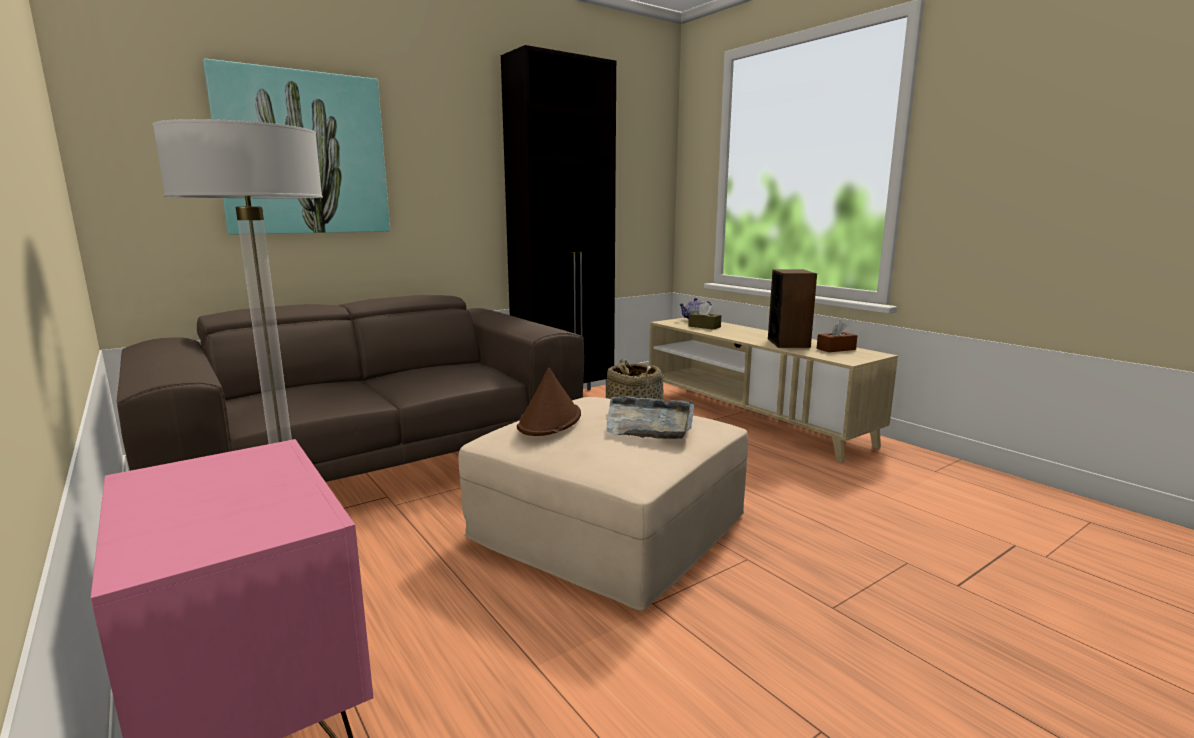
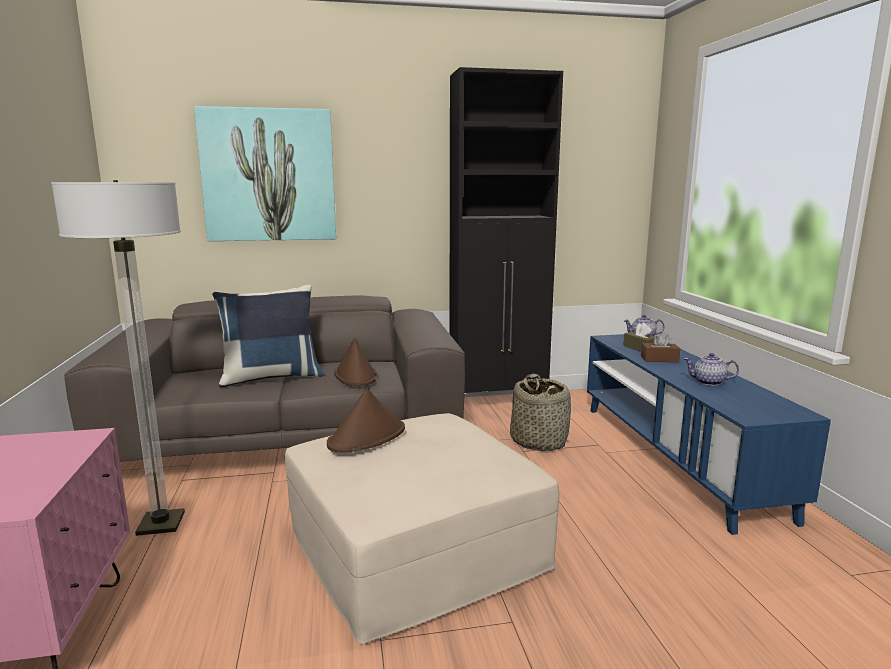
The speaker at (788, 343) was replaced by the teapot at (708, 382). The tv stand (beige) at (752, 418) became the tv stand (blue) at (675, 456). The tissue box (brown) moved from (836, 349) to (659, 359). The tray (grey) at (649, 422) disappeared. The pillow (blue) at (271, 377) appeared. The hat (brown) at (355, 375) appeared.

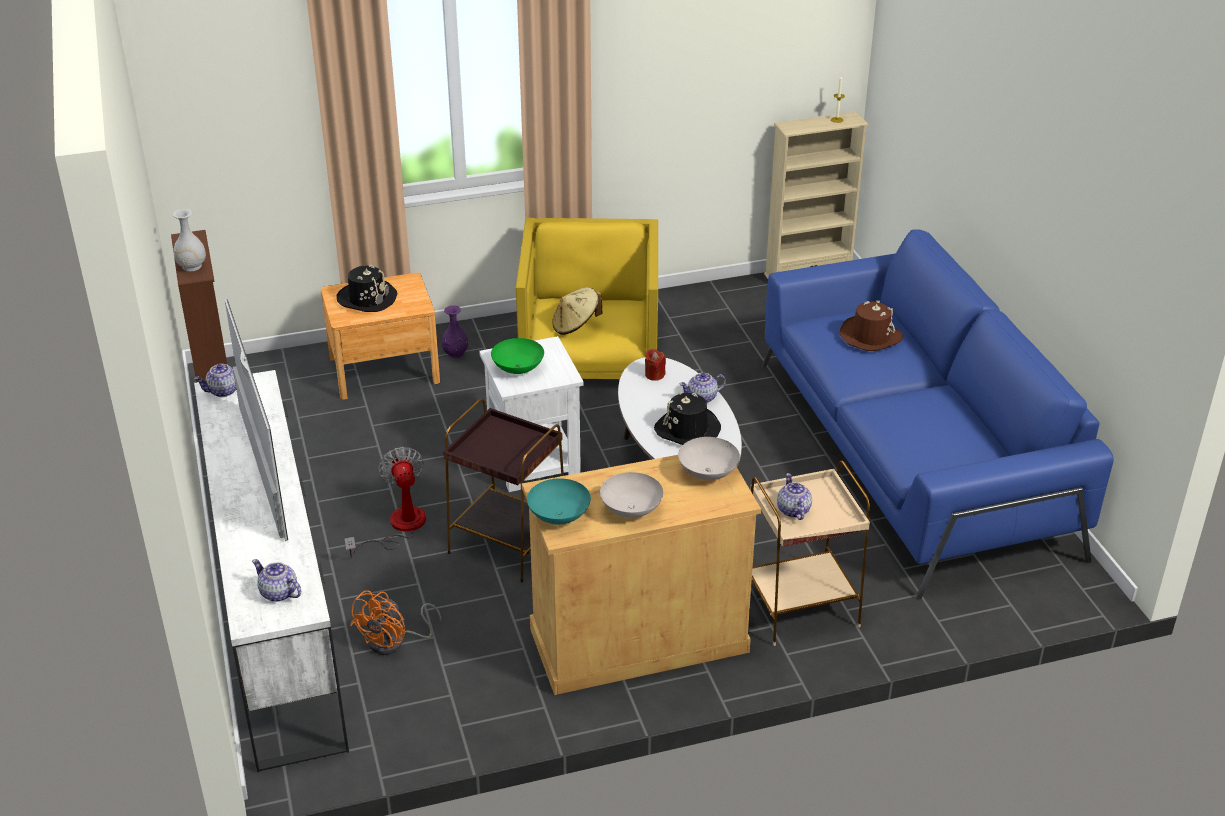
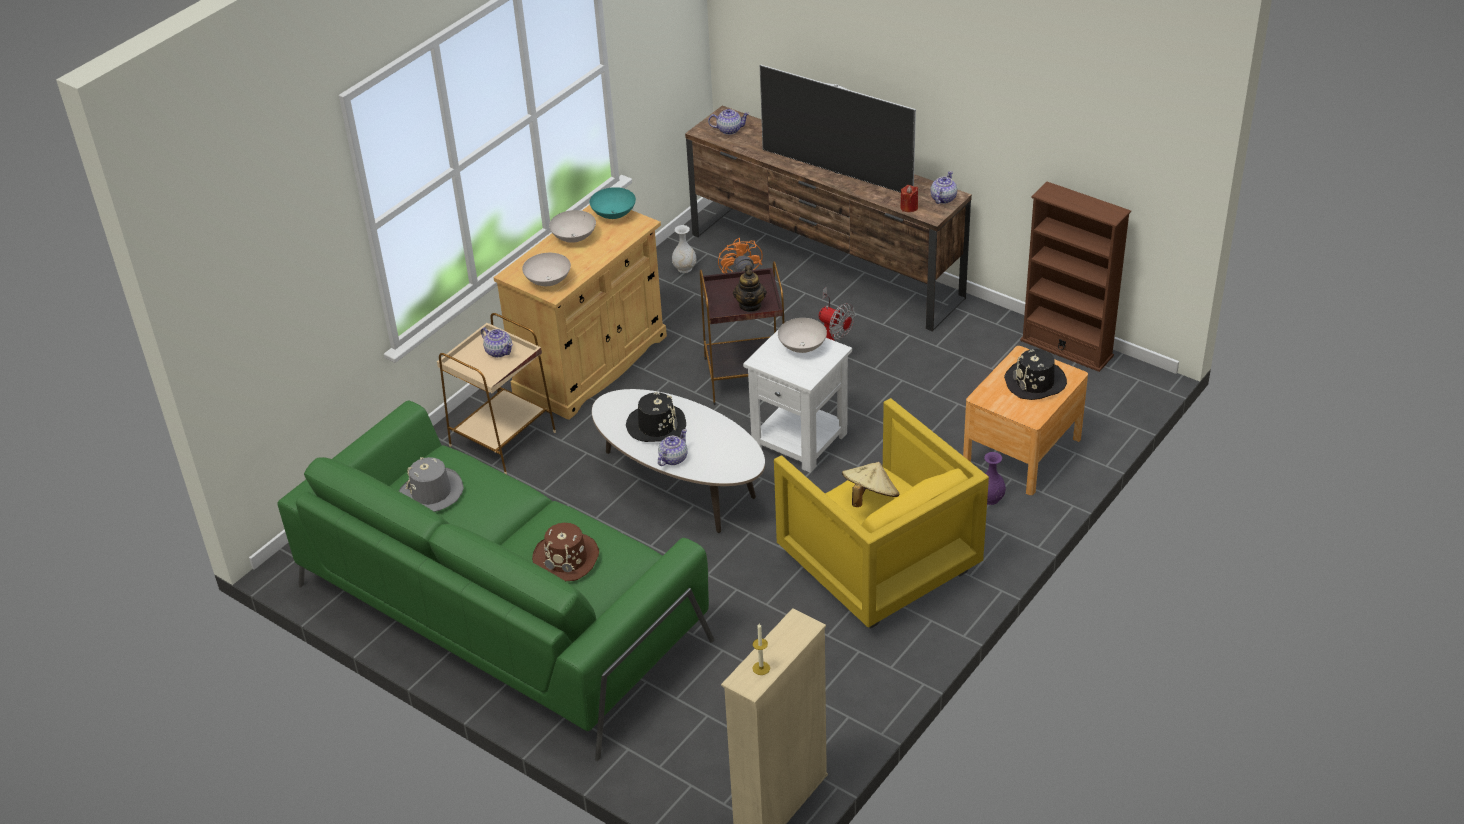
The vase (white) moved from (191, 266) to (685, 268). The sofa (blue) at (912, 456) became the sofa (green) at (502, 612). The bowl (green) at (519, 369) became the bowl (white) at (801, 347). The candle (red) moved from (654, 375) to (909, 207). The tv stand (white) at (278, 617) became the tv stand (brown) at (826, 266). The teapot at (750, 305) appeared. The hat (grey) at (431, 492) appeared.

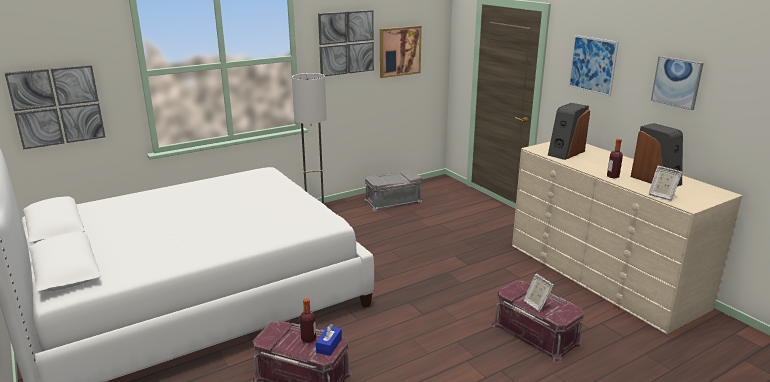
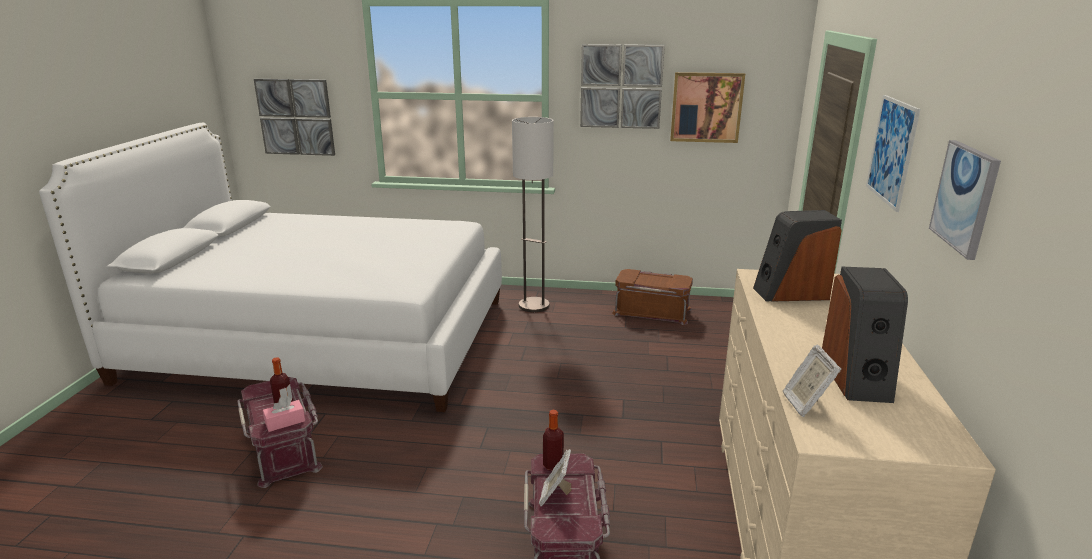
The bottle moved from (612, 176) to (553, 465). The storage box (grey) at (393, 201) became the storage box (brown) at (652, 311). The tissue box (blue) at (329, 345) became the tissue box (pink) at (285, 422).

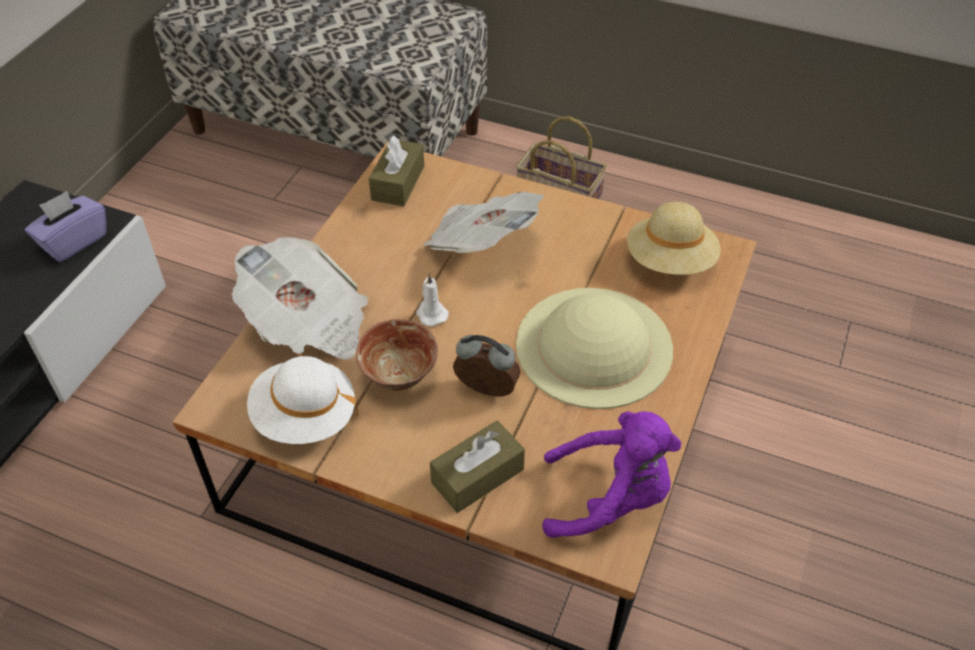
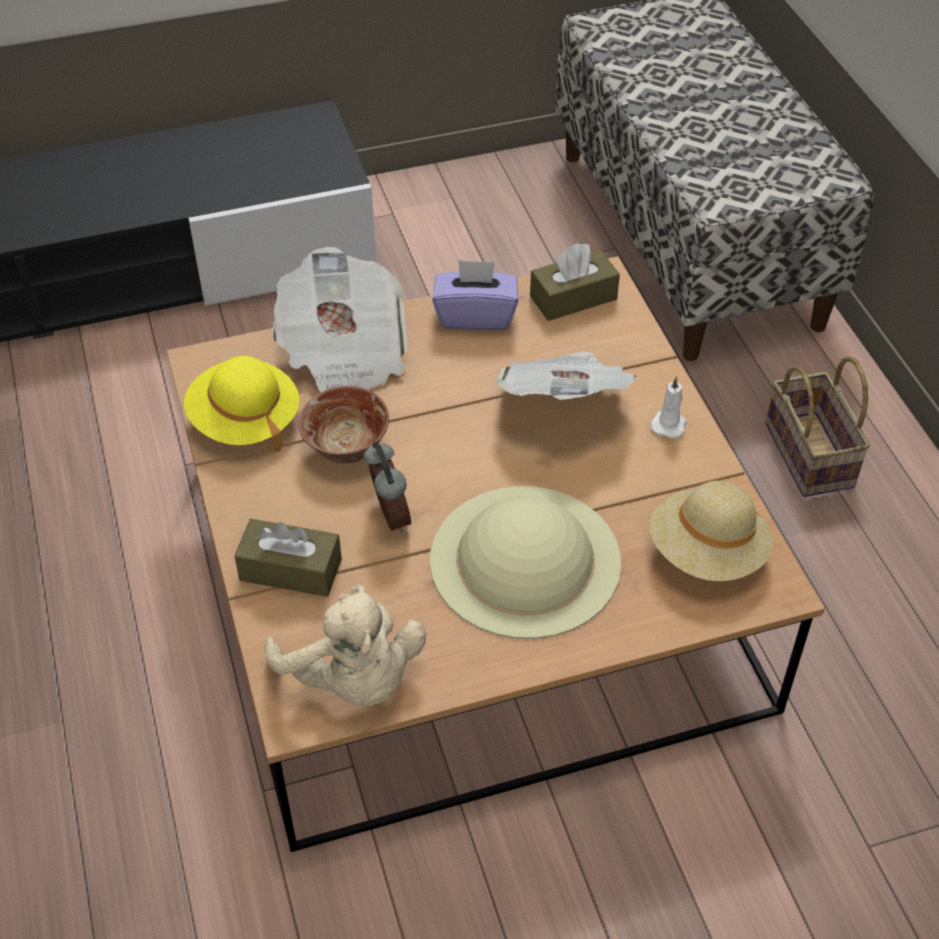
The tissue box (purple) moved from (73, 241) to (475, 316). The candle (white) moved from (431, 314) to (669, 424). The hat (white) at (304, 417) became the hat (yellow) at (244, 421). The plush toy (purple) at (609, 499) became the plush toy (beige) at (353, 679).

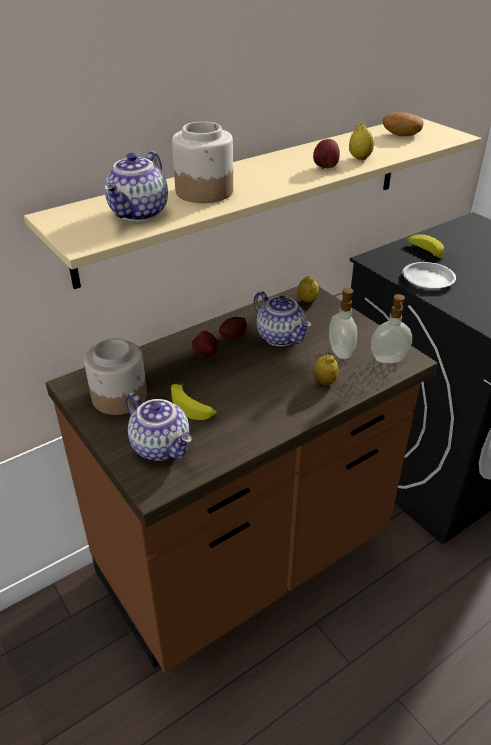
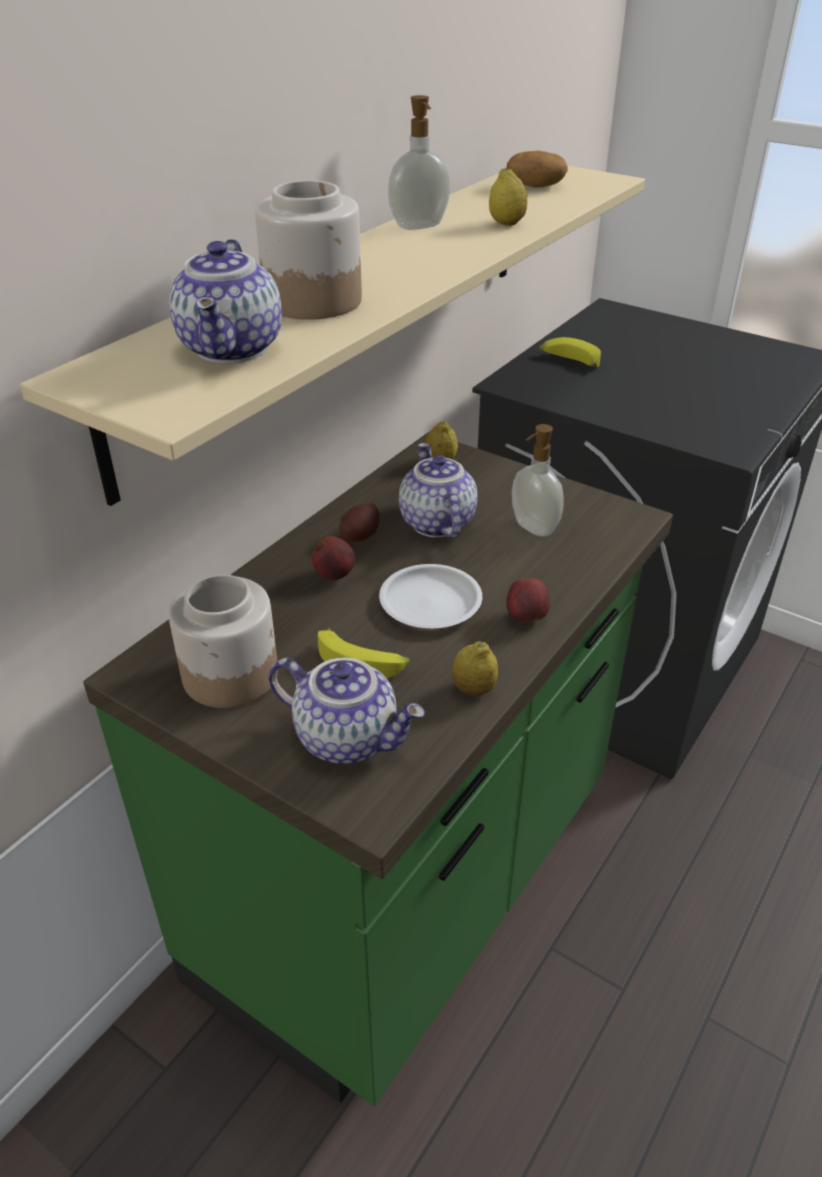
The apple moved from (325, 167) to (526, 618). The plate (white) moved from (428, 279) to (431, 602). The counter (brown) at (245, 560) became the counter (green) at (411, 887). The teapot at (281, 337) turned 135 degrees counterclockwise. The soap dispenser moved from (388, 360) to (419, 227). The lemon moved from (324, 382) to (473, 689).

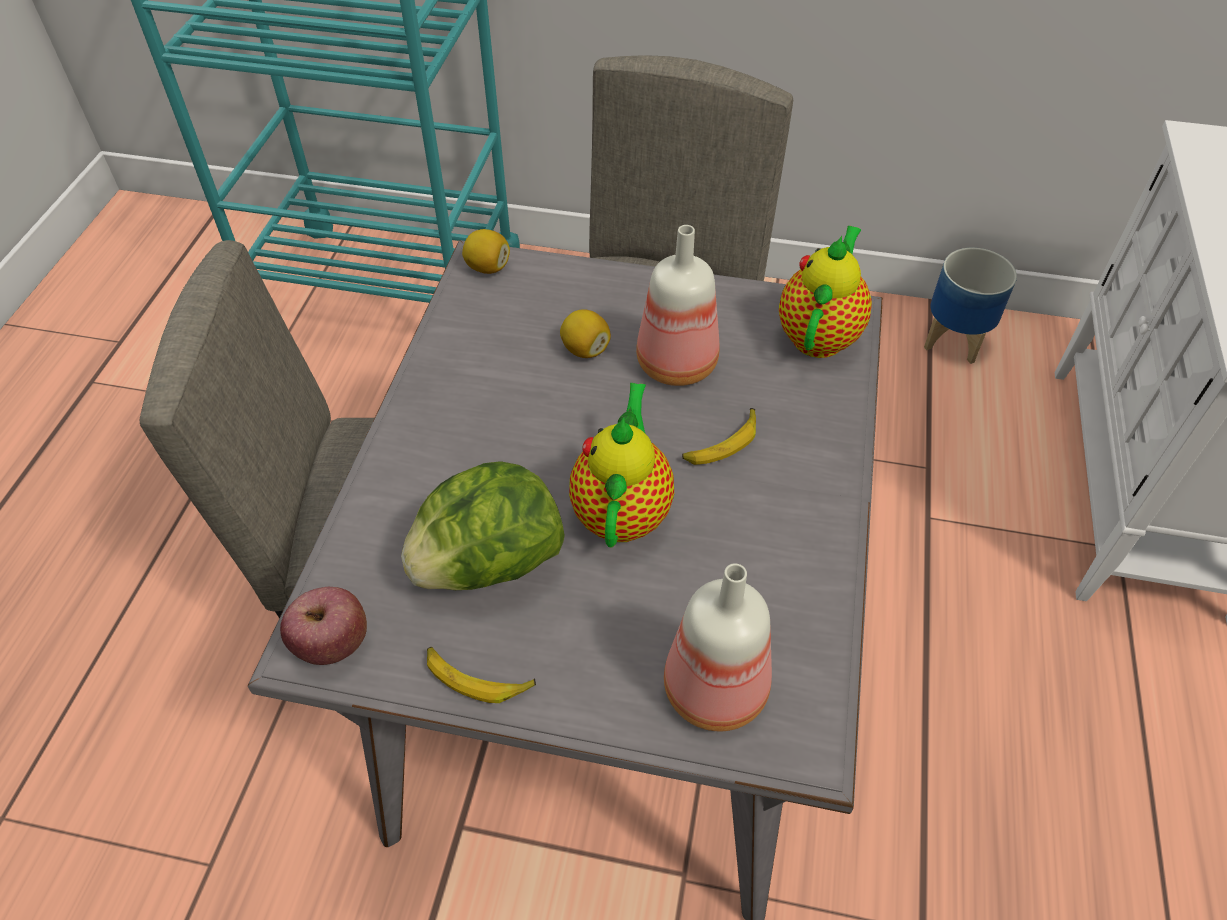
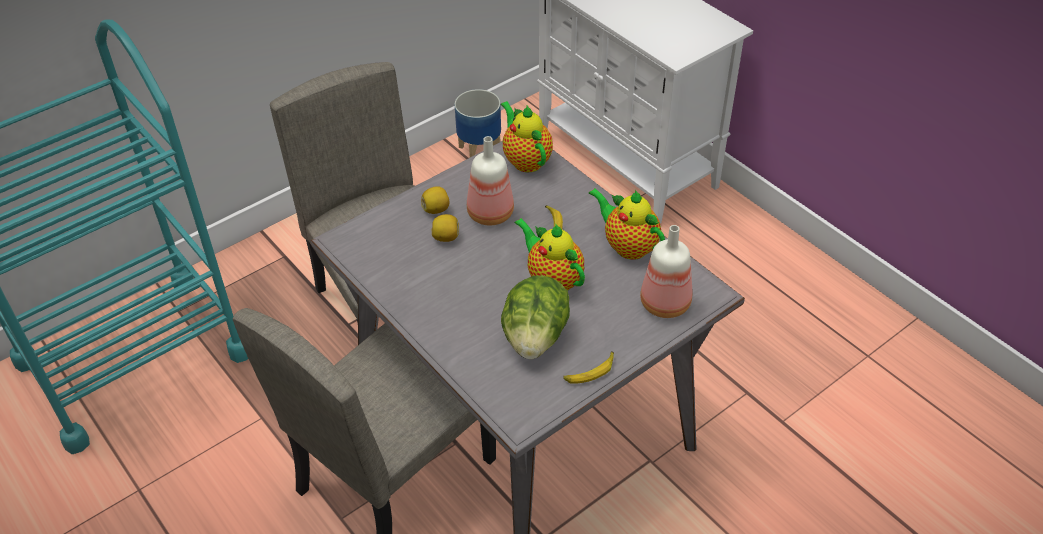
The lemon moved from (487, 267) to (436, 209). The apple at (333, 644) disappeared. The teapot at (627, 246) appeared.

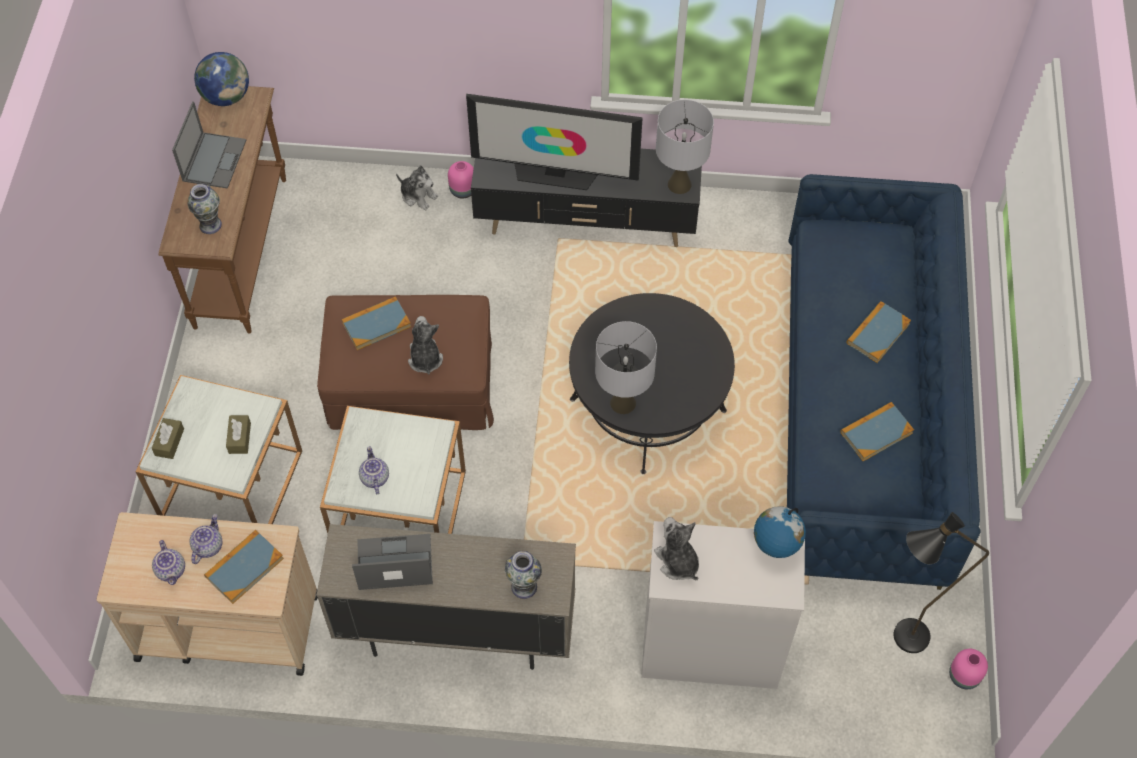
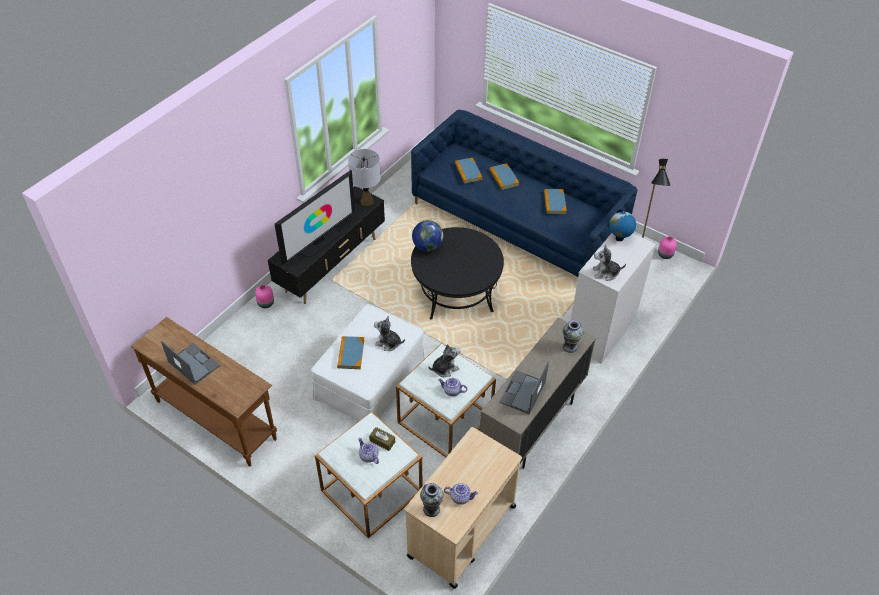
The globe moved from (226, 96) to (427, 247). The plush toy moved from (418, 196) to (444, 368). The vase moved from (210, 225) to (431, 509). The ottoman (brown) at (412, 385) became the ottoman (white) at (371, 379). The table lamp (grey) at (622, 403) disappeared. The tissue box (brown) at (169, 442) disappeared. The teapot moved from (208, 546) to (368, 456). The book moved from (244, 567) to (468, 172).

